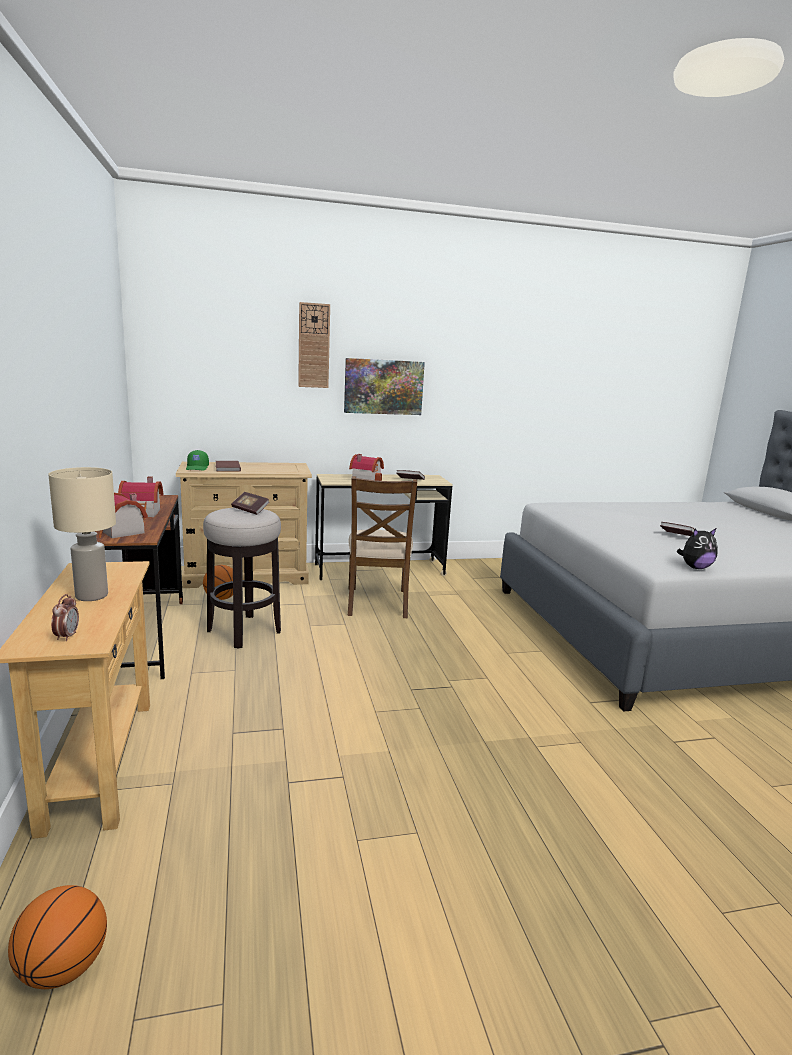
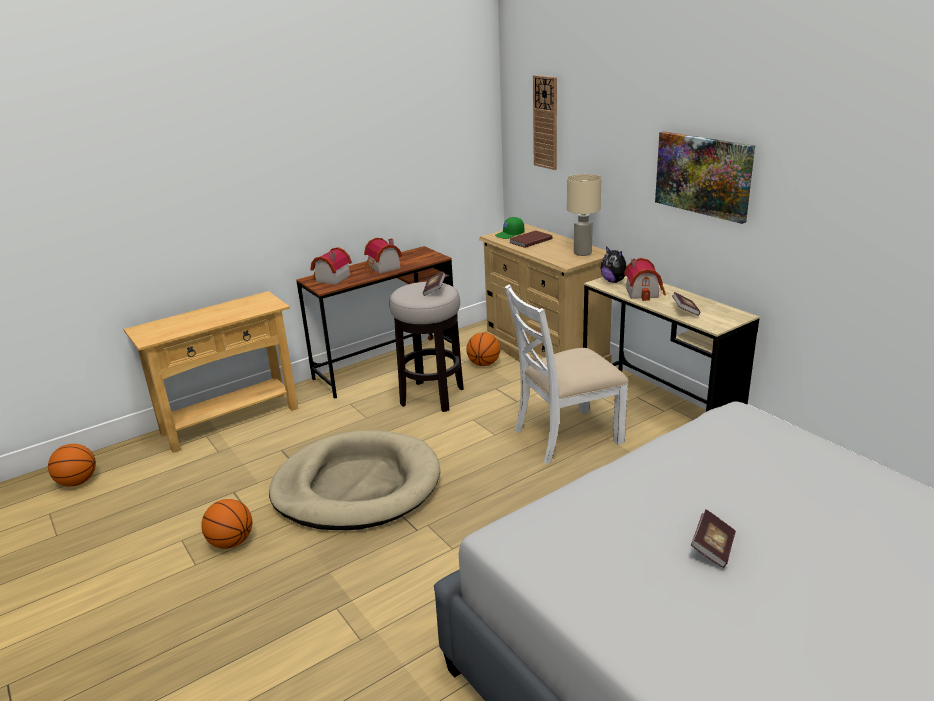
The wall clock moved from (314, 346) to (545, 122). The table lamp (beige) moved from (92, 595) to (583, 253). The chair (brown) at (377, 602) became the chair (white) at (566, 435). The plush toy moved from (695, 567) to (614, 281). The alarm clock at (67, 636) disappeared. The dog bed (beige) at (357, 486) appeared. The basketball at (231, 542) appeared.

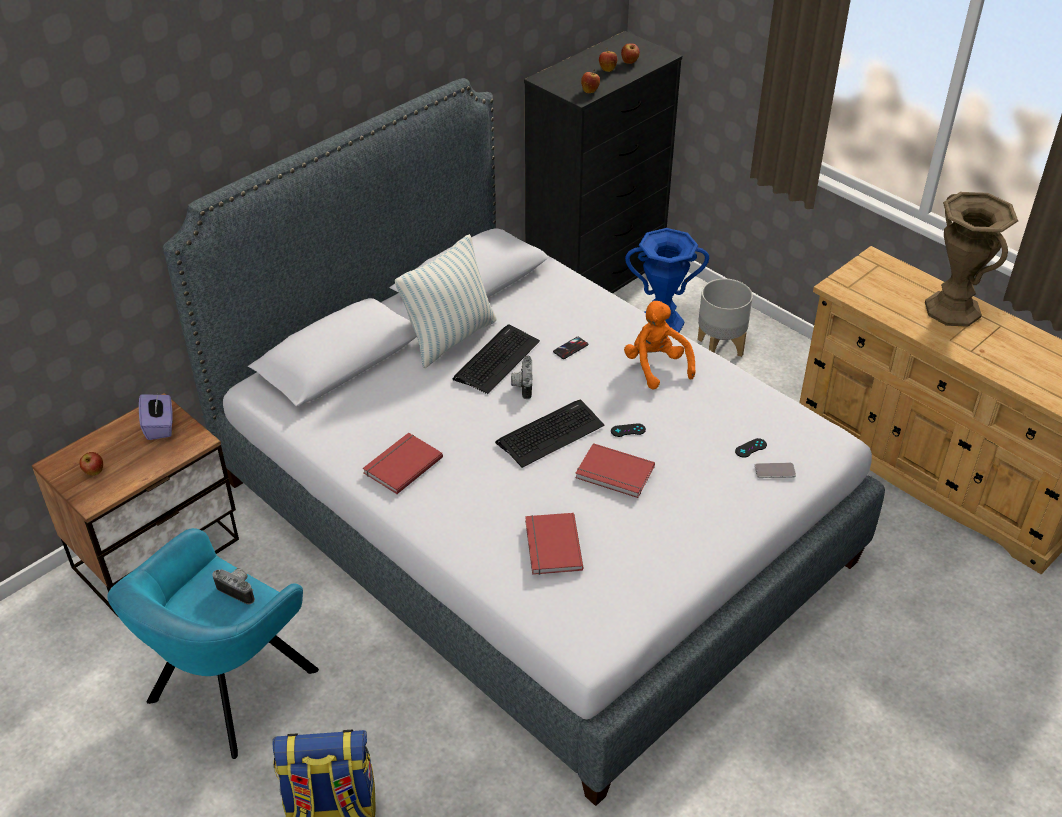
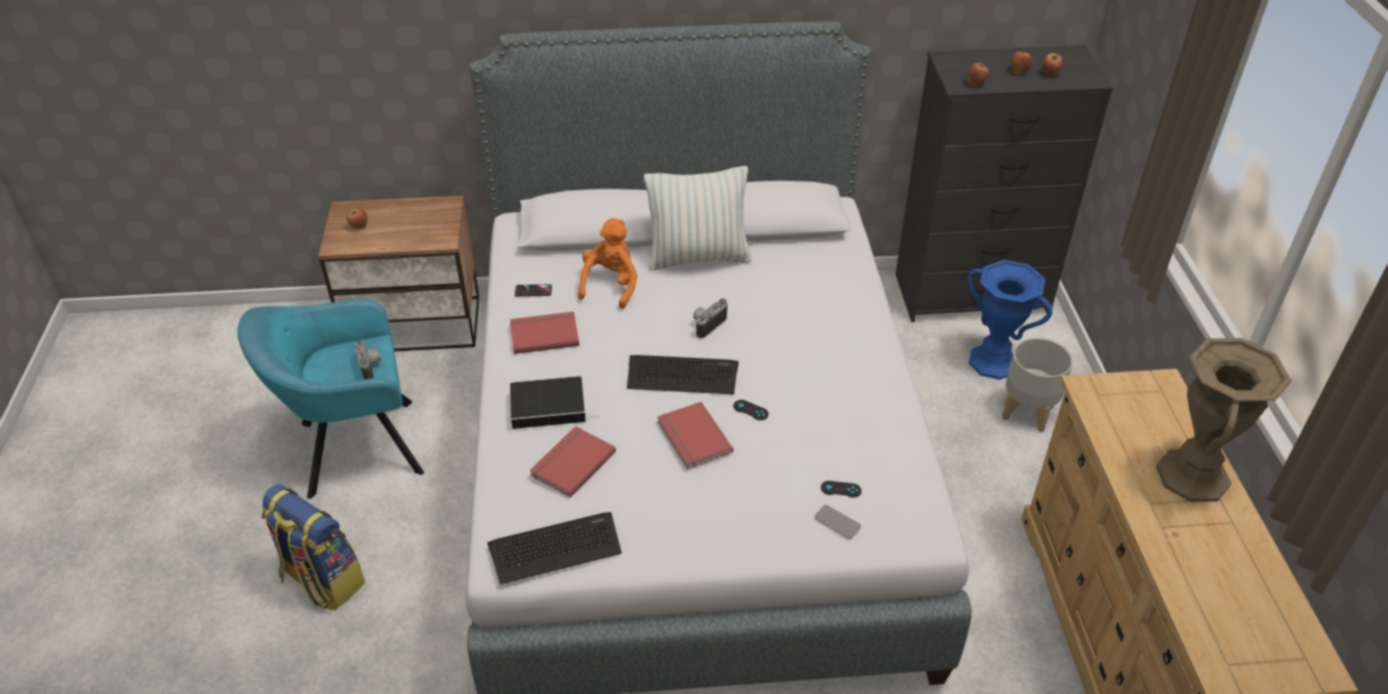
The plush toy (orange) moved from (656, 366) to (611, 285). The keyboard moved from (496, 360) to (555, 548). The phone moved from (570, 348) to (533, 291). The tissue box (purple) at (160, 426) disappeared. The book at (550, 406) appeared.

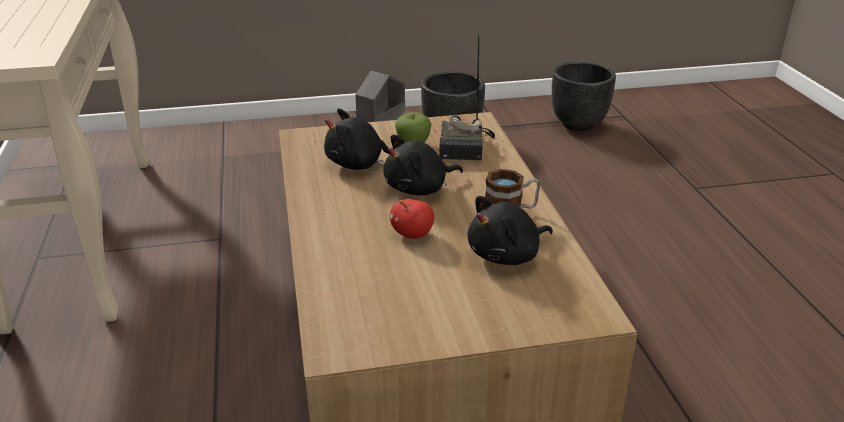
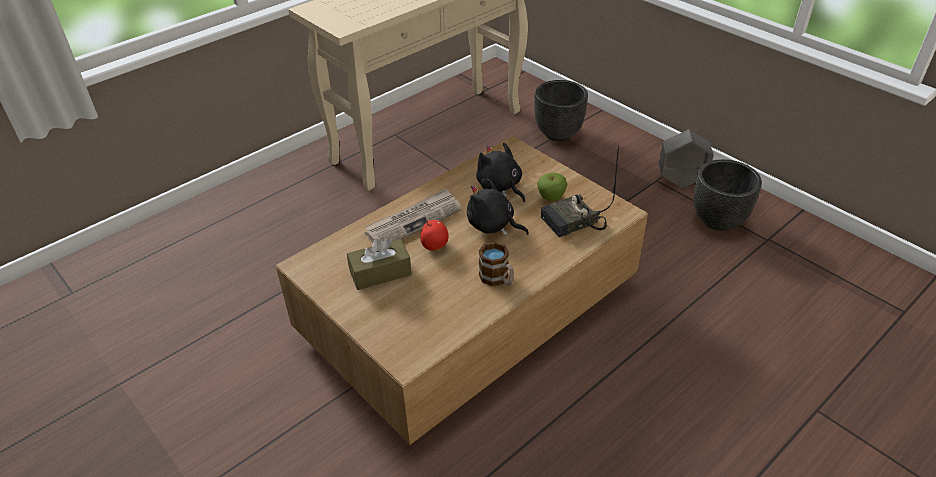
The planter (black) moved from (577, 124) to (558, 134). The plush toy (black) at (507, 255) disappeared. The newspaper at (414, 221) appeared. The tissue box (brown) at (380, 273) appeared.

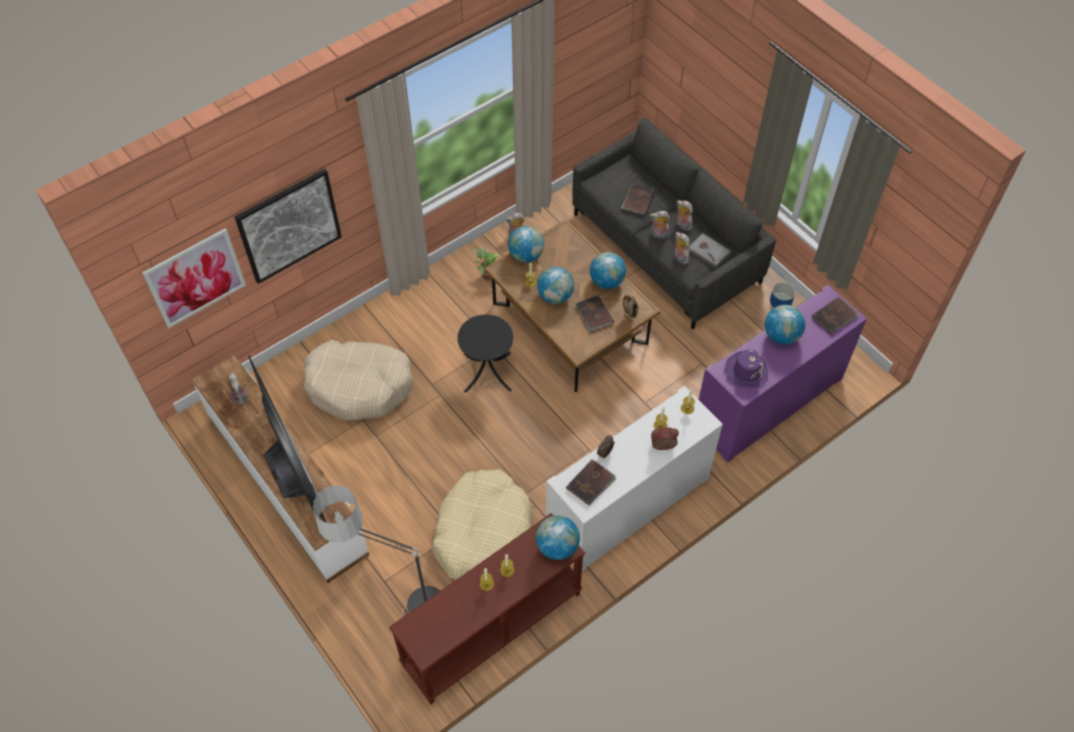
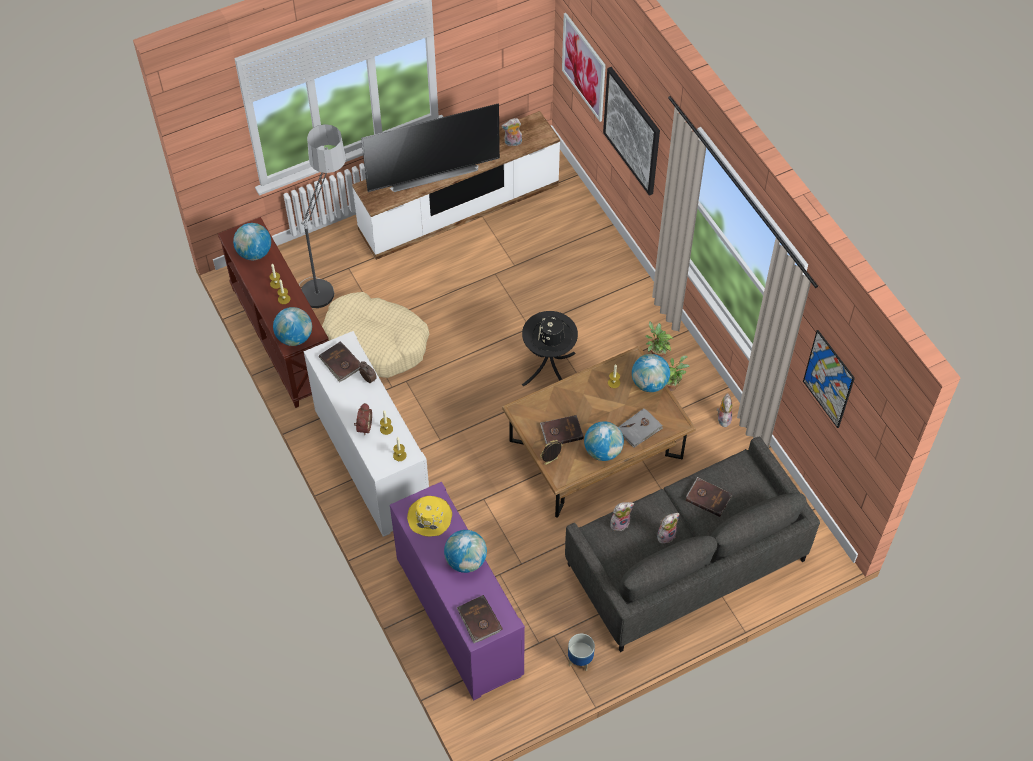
The plush toy at (658, 235) disappeared. The book (grey) moved from (709, 251) to (639, 429). The globe moved from (555, 296) to (254, 253). The dog bed (beige) at (359, 386) disappeared. The hat (purple) at (746, 371) became the hat (yellow) at (430, 517). The hat (black) at (552, 337) appeared. The potted plant at (656, 353) appeared. The picture at (828, 379) appeared.

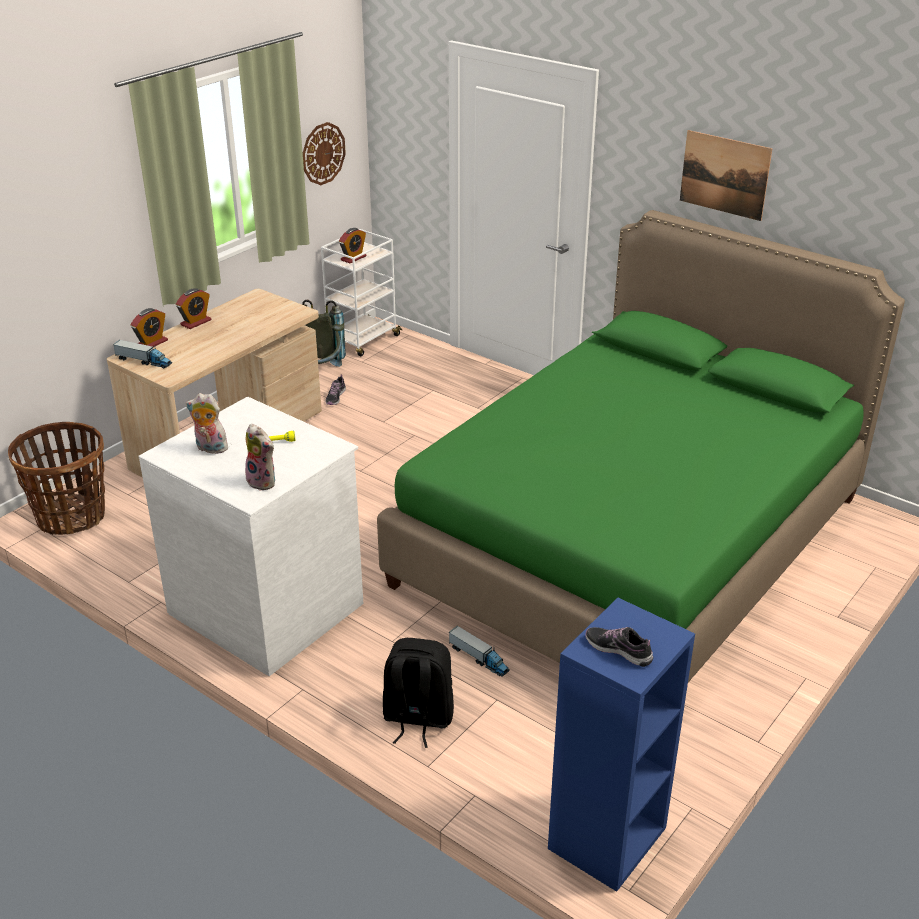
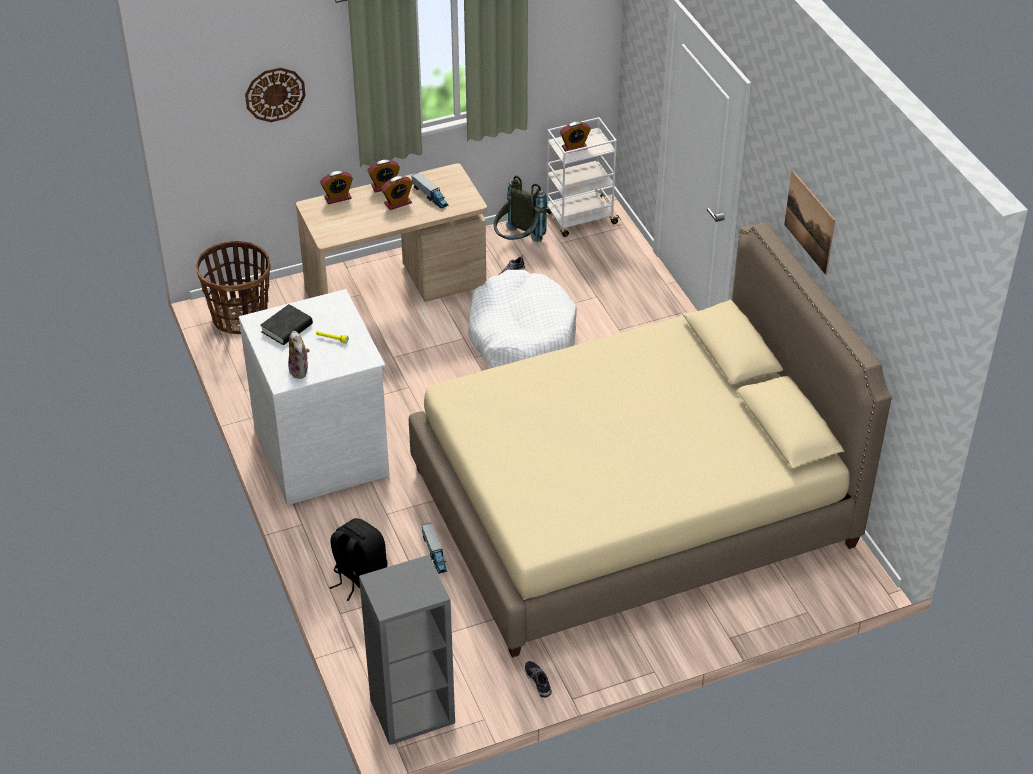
The wall clock moved from (323, 153) to (275, 94). The bed (green) at (631, 540) became the bed (beige) at (632, 506). The toy truck moved from (144, 361) to (430, 196). The plush toy at (210, 449) was replaced by the book (black) at (287, 328). The bookcase (blue) at (607, 839) became the bookcase (grey) at (412, 712). The shoe moved from (618, 650) to (538, 681). The alarm clock at (398, 203) appeared. The dog bed (white) at (522, 337) appeared.

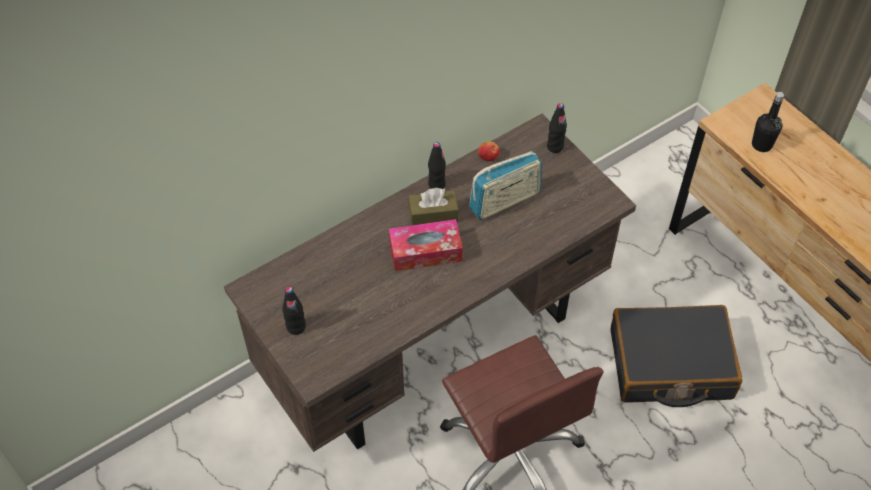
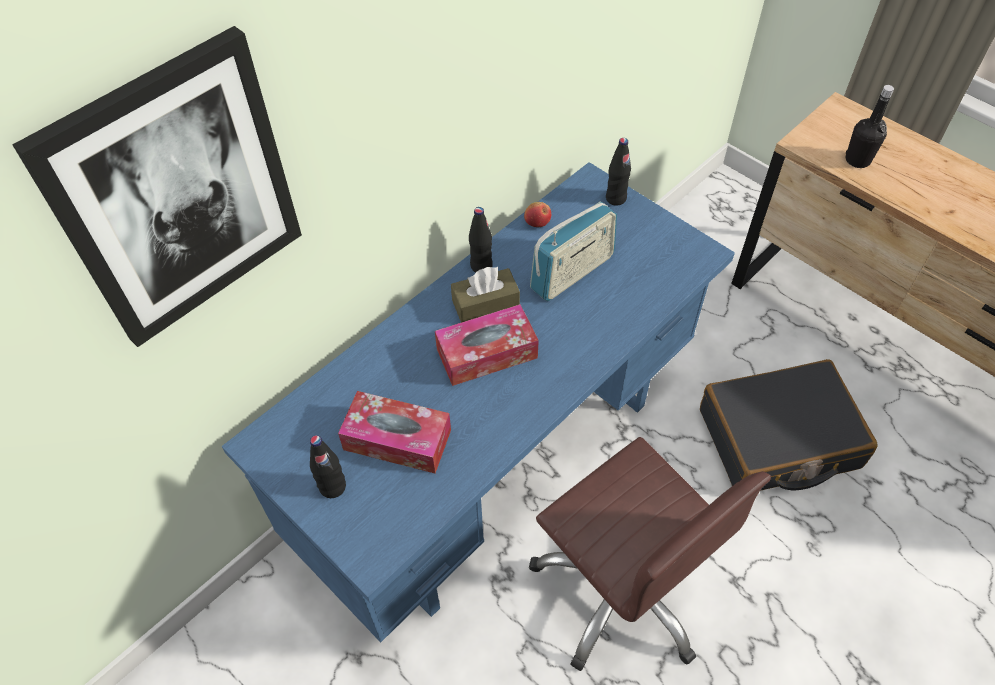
The desk (brown) at (436, 342) became the desk (blue) at (499, 461). The picture at (177, 193) appeared. The tissue box at (397, 440) appeared.

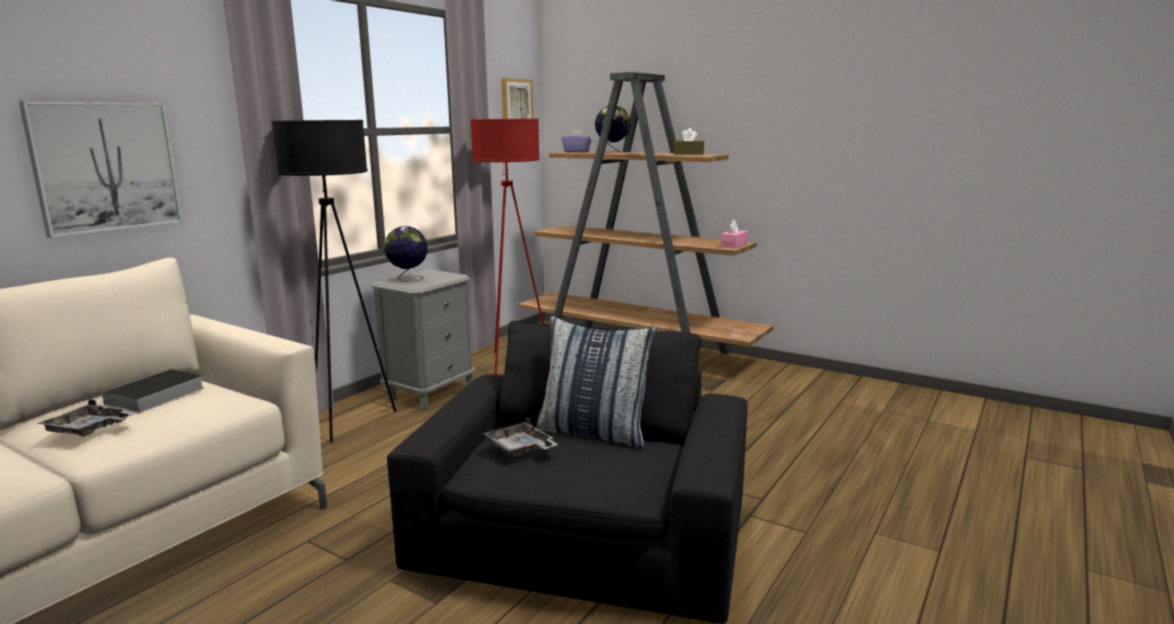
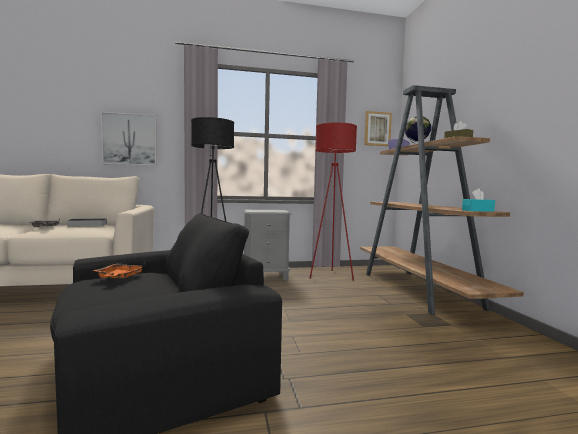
The tissue box (pink) at (733, 245) became the tissue box (turquoise) at (477, 210). The globe at (408, 279) disappeared. The pillow at (594, 432) disappeared. The tray (grey) at (520, 449) became the tray (orange) at (119, 277).

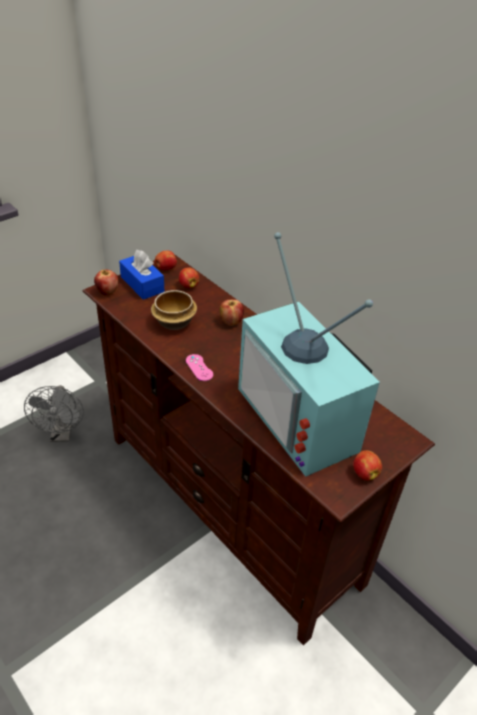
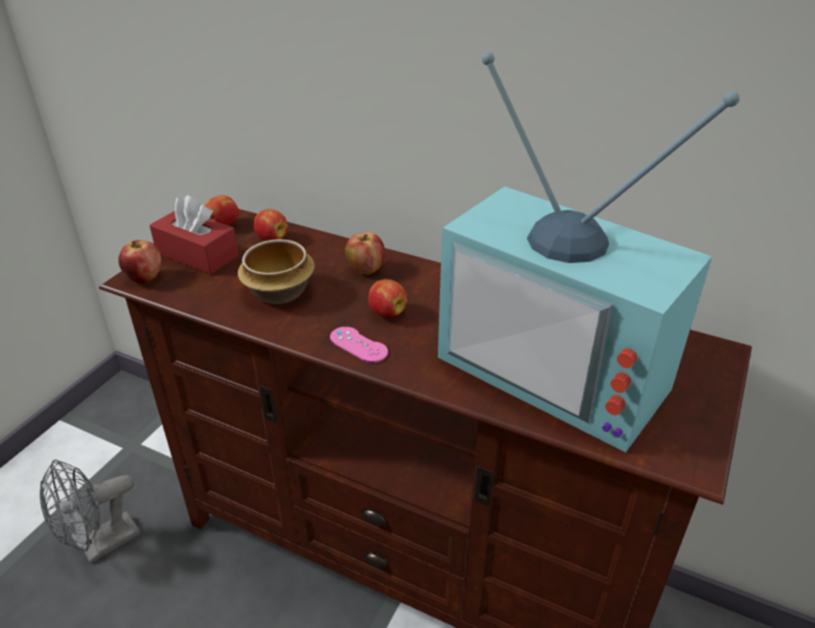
The tissue box (blue) at (142, 284) became the tissue box (red) at (197, 254). The fan (grey) at (62, 434) turned 75 degrees clockwise. The apple moved from (364, 473) to (387, 313).

